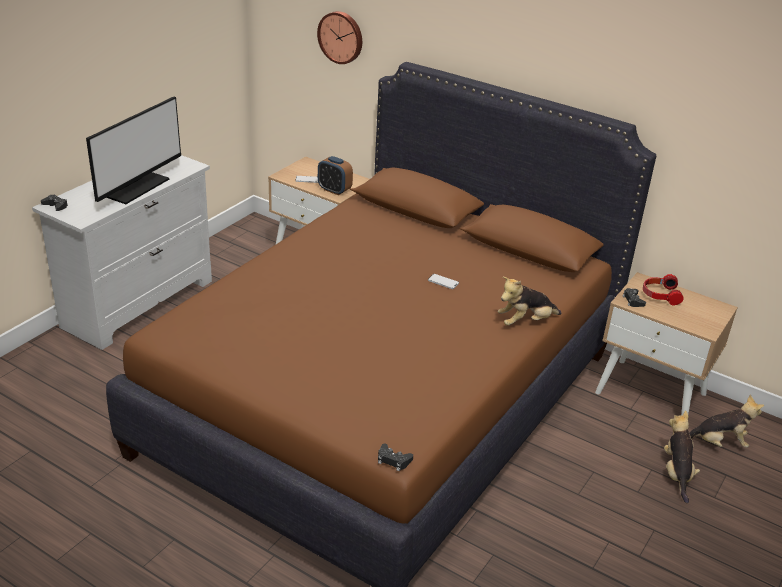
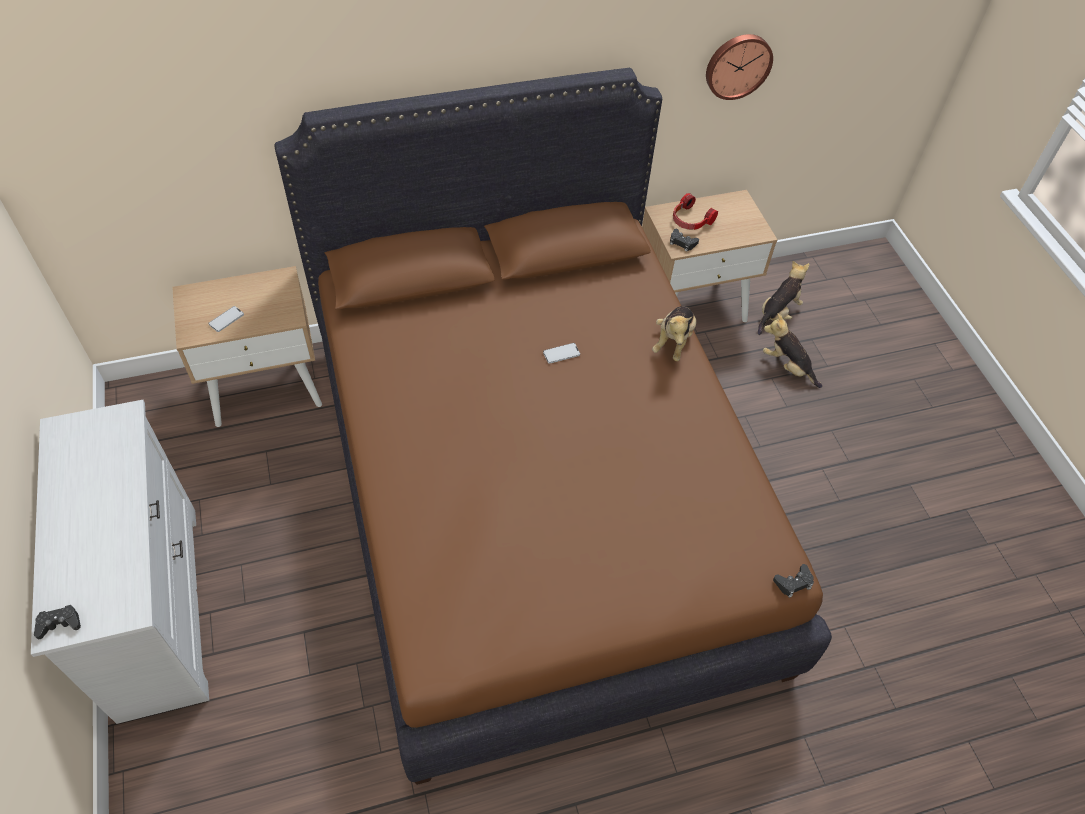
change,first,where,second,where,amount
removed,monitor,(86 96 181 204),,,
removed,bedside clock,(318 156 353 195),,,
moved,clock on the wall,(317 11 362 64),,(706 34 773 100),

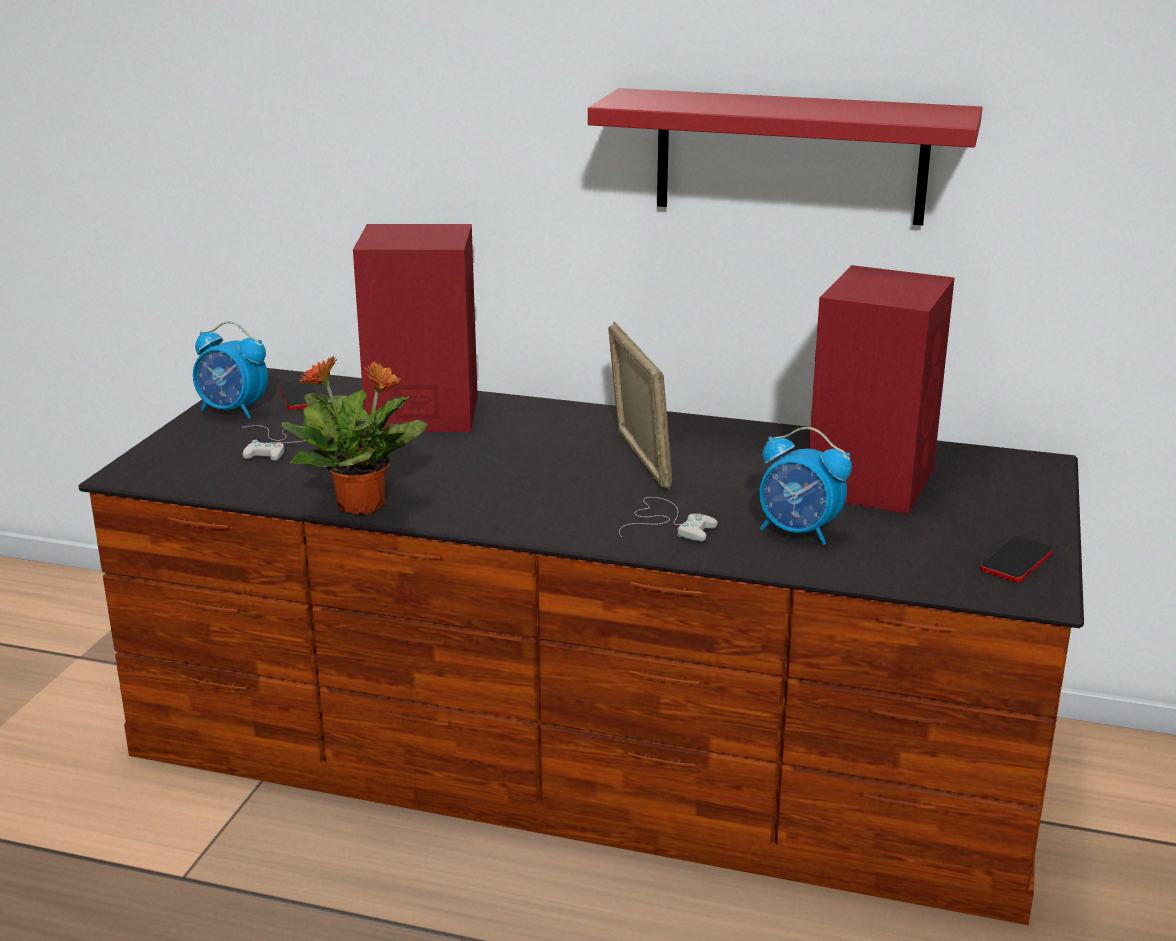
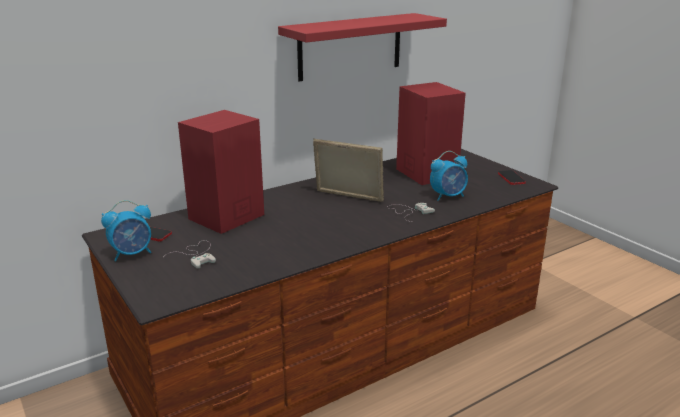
change,first,where,second,where,amount
removed,houseplant,(281 355 428 515),,,

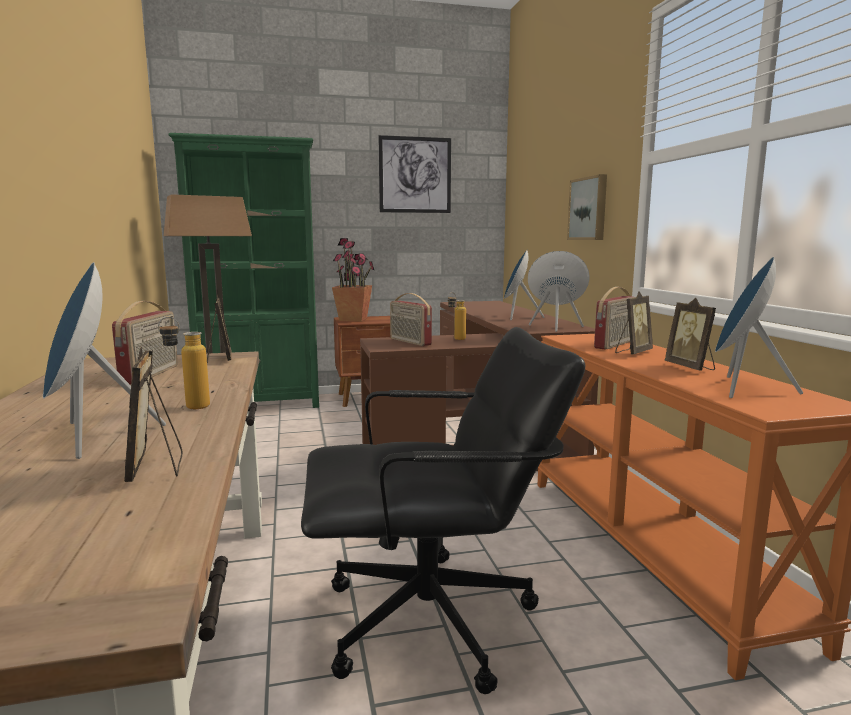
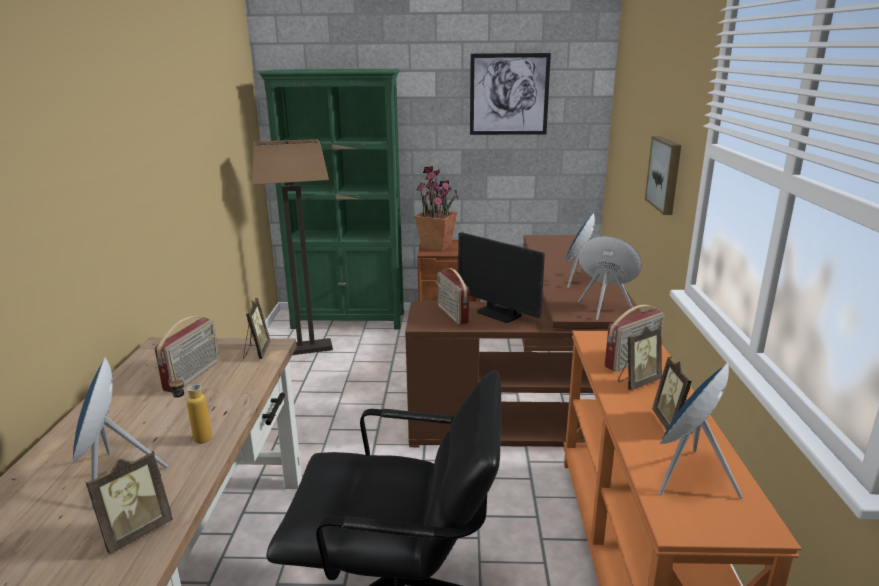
change,first,where,second,where,amount
replaced,beverage bottle,(448 292 466 340),monitor,(458 232 545 323),
turned,photo frame,(124 346 183 482),,(86 451 173 555),135 degrees counterclockwise

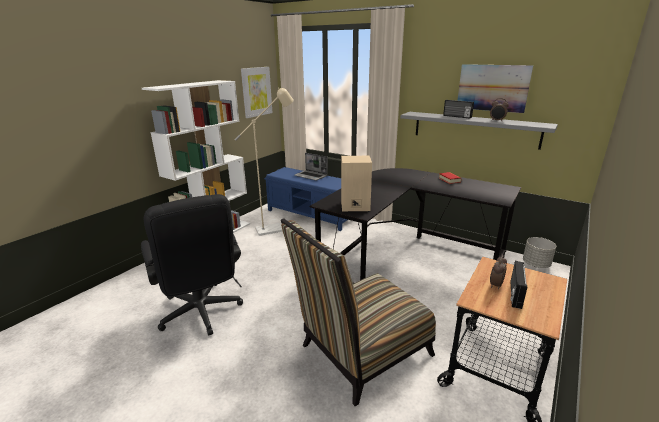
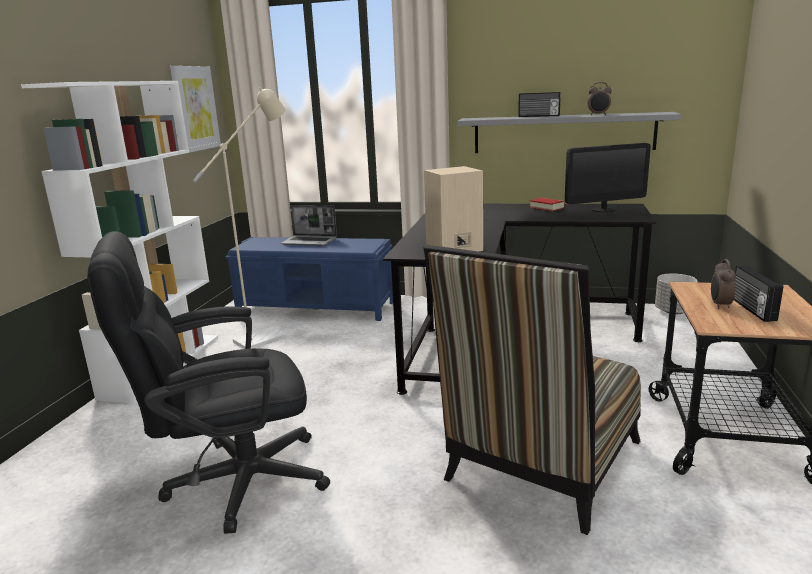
change,first,where,second,where,amount
removed,picture,(457 64 533 113),,,
added,,,monitor,(565 143 651 212),
turned,black office chair,(141 194 243 336),,(87 231 330 534),120 degrees clockwise

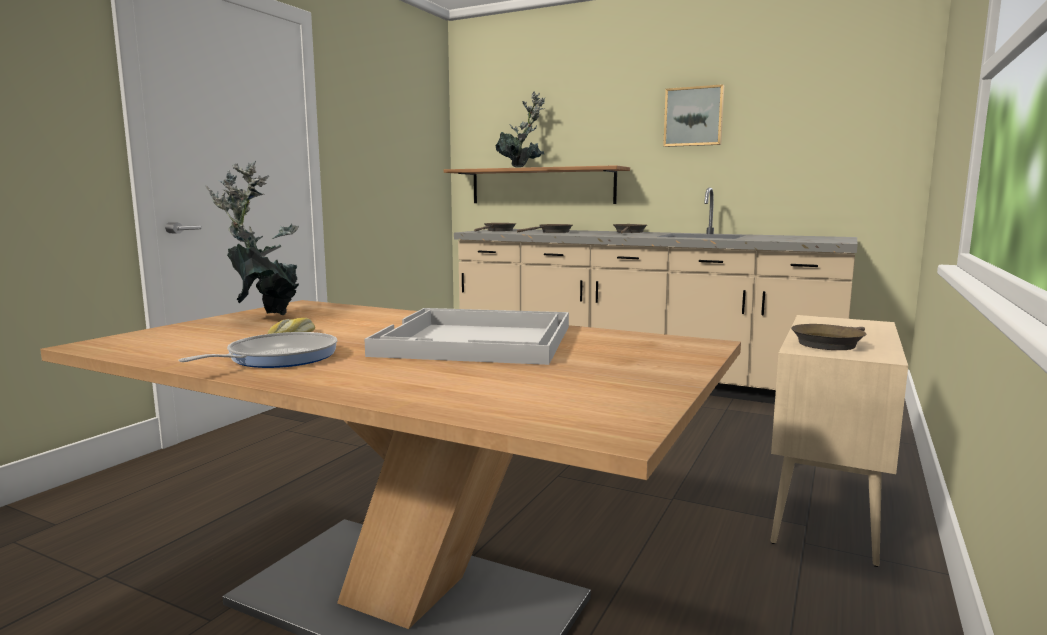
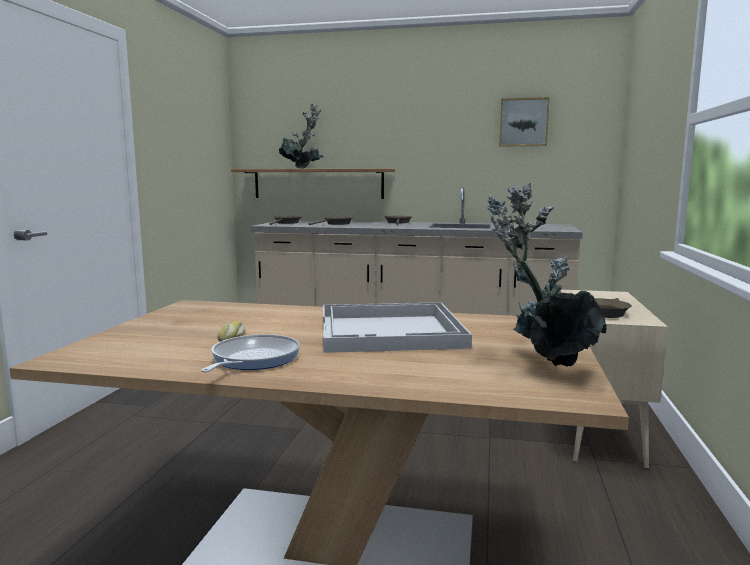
change,first,where,second,where,amount
moved,houseplant,(206 161 299 315),,(486 183 607 366),
moved,picture,(663 84 724 147),,(499 97 550 147),

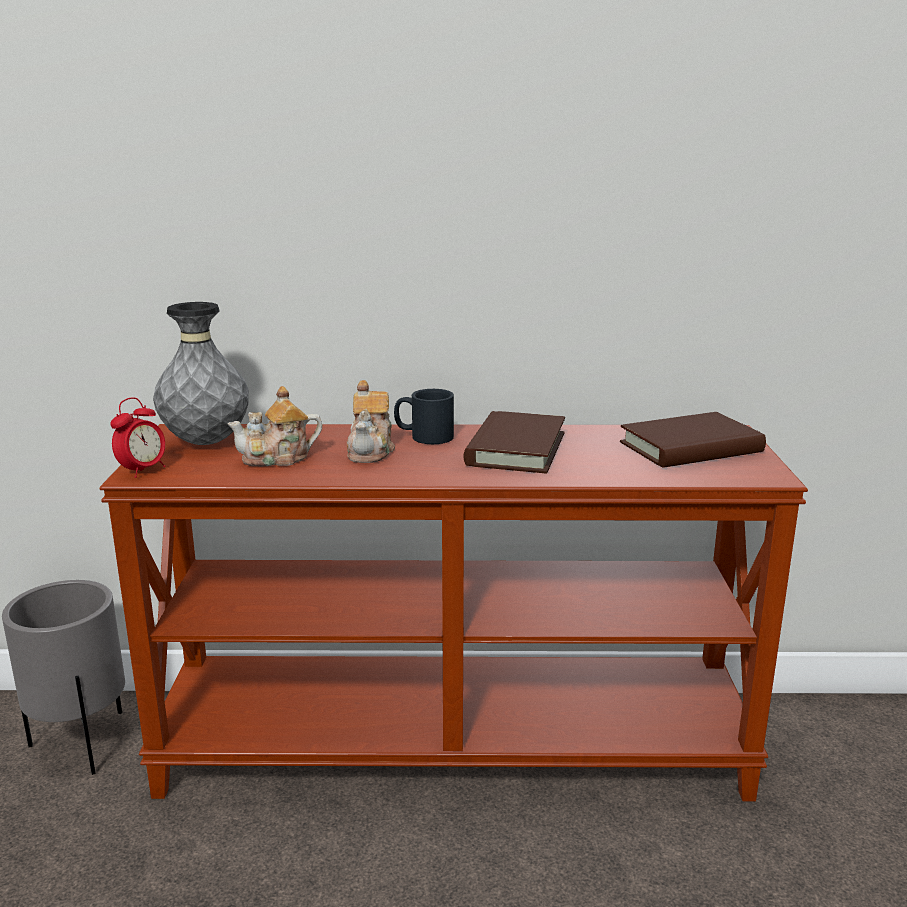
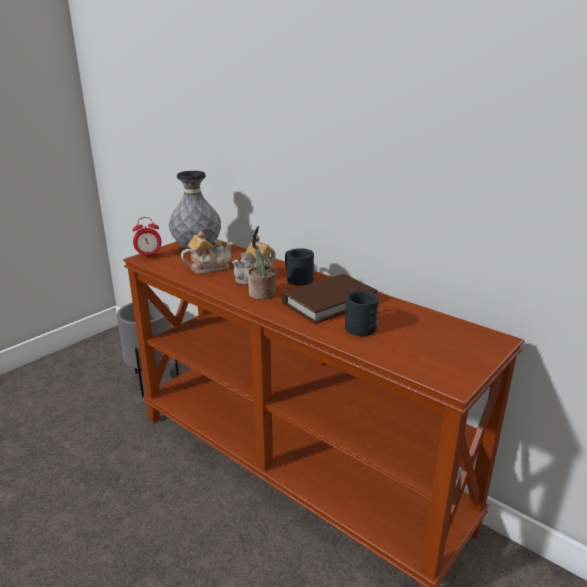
change,first,where,second,where,amount
removed,brownish book,(620 412 766 468),,,
added,,,houseplant,(248 226 276 300),
added,,,black tea mug,(345 291 379 336),
turned,teapot,(227 386 322 466),,(181 231 233 274),135 degrees clockwise

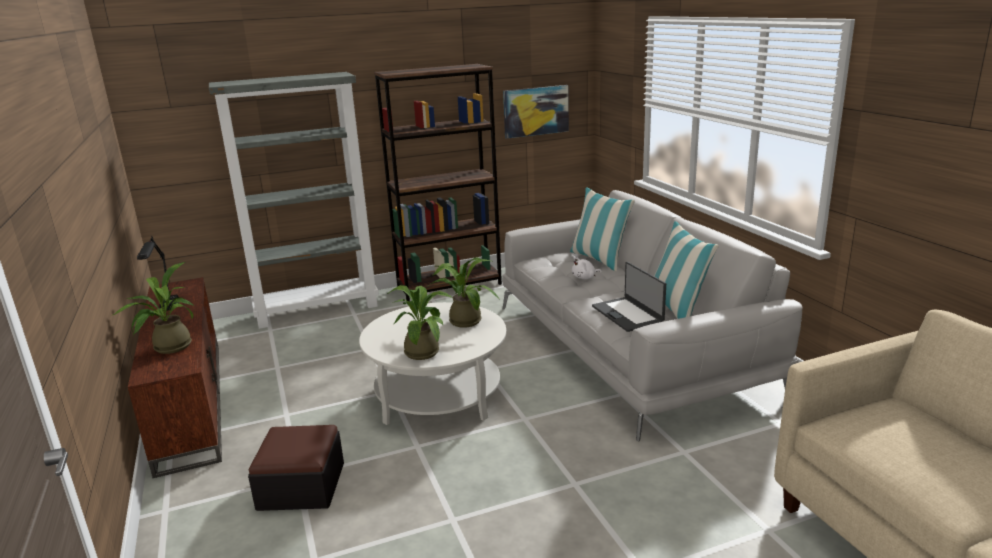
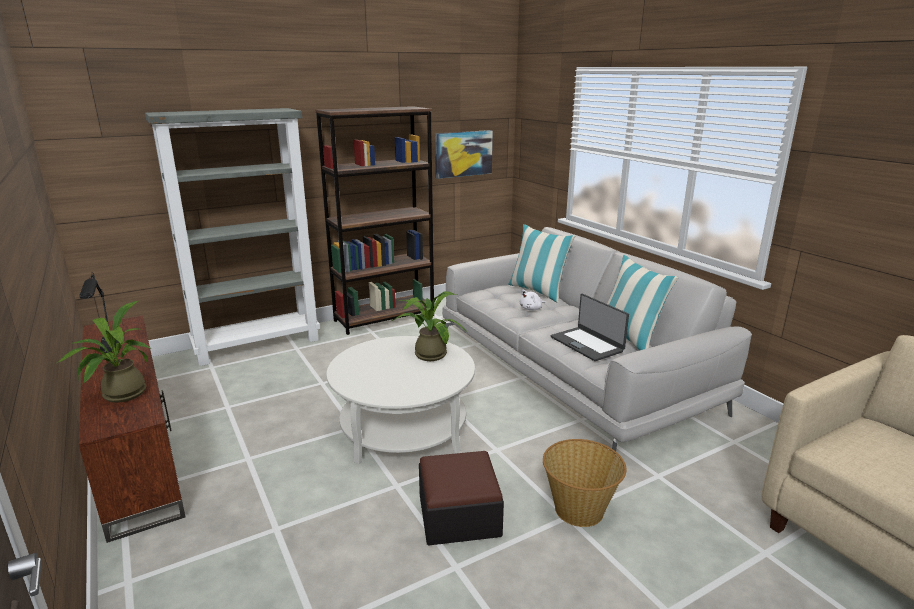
change,first,where,second,where,amount
removed,houseplant,(387 285 453 360),,,
added,,,household basket,(543 439 627 527),
moved,ottoman,(248 425 344 511),,(419 451 504 546),

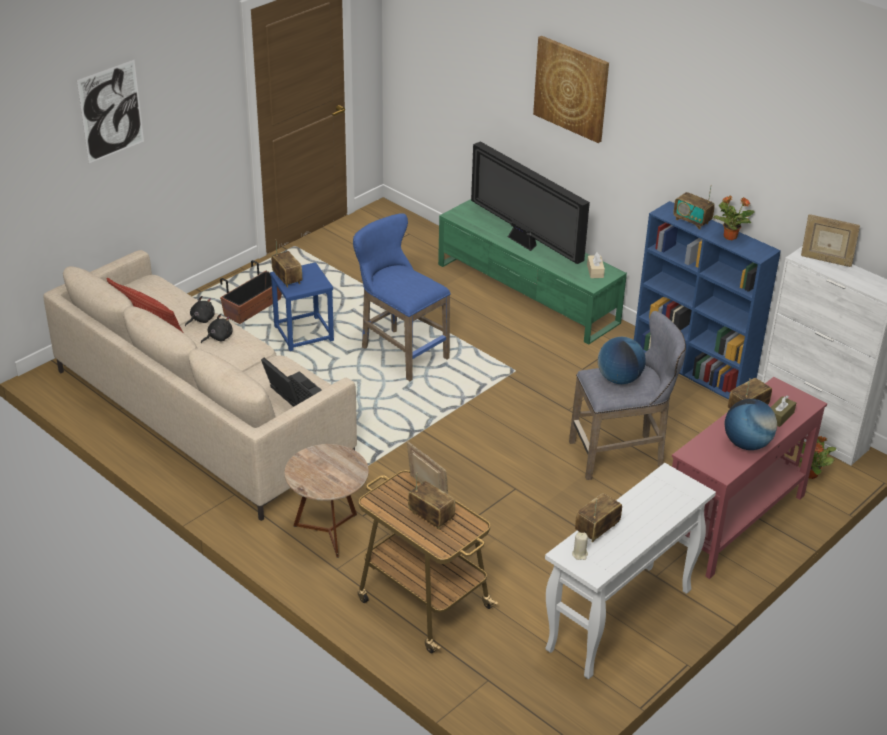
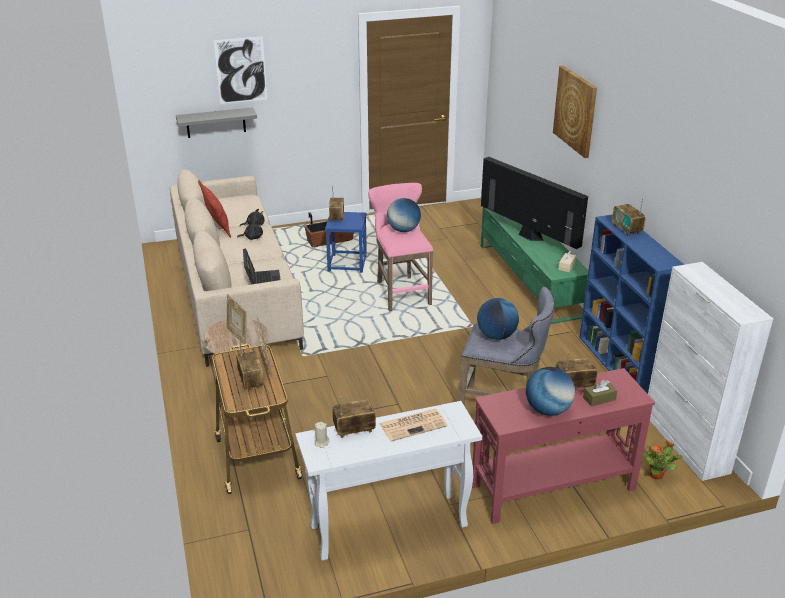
change,first,where,second,where,amount
removed,houseplant,(713 196 755 240),,,
added,,,grey shelf,(176 107 257 138),
added,,,daily paper,(379 409 447 442),
added,,,desk globe,(387 198 421 232),
moved,photo frame,(801 214 860 267),,(227 294 247 344),
recoloured,blue sitting stool,(353 213 451 381),pinkish sitting stool,(368 183 433 311),
turned,TV,(471 141 590 264),,(481 157 588 249),150 degrees clockwise

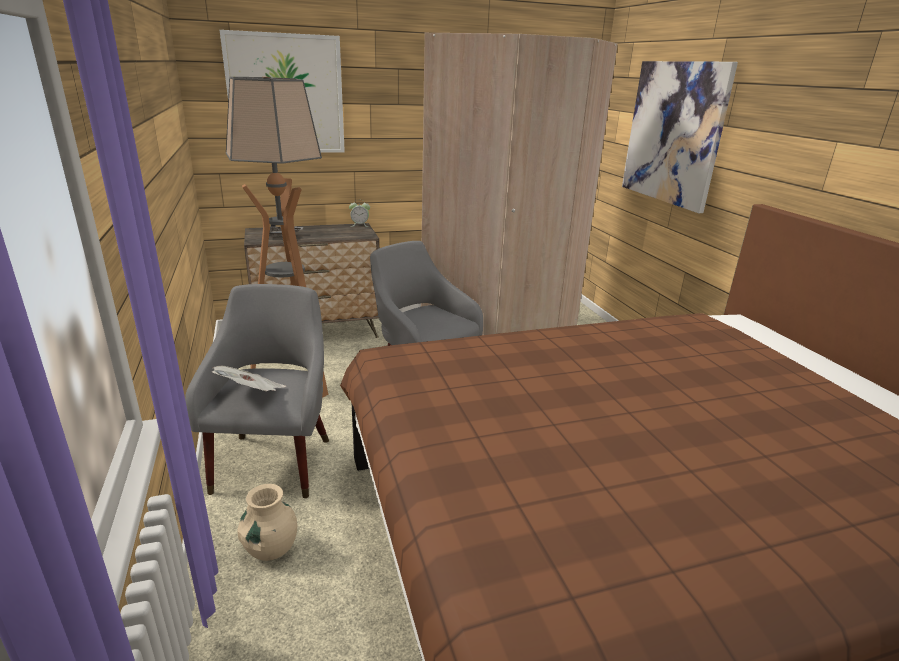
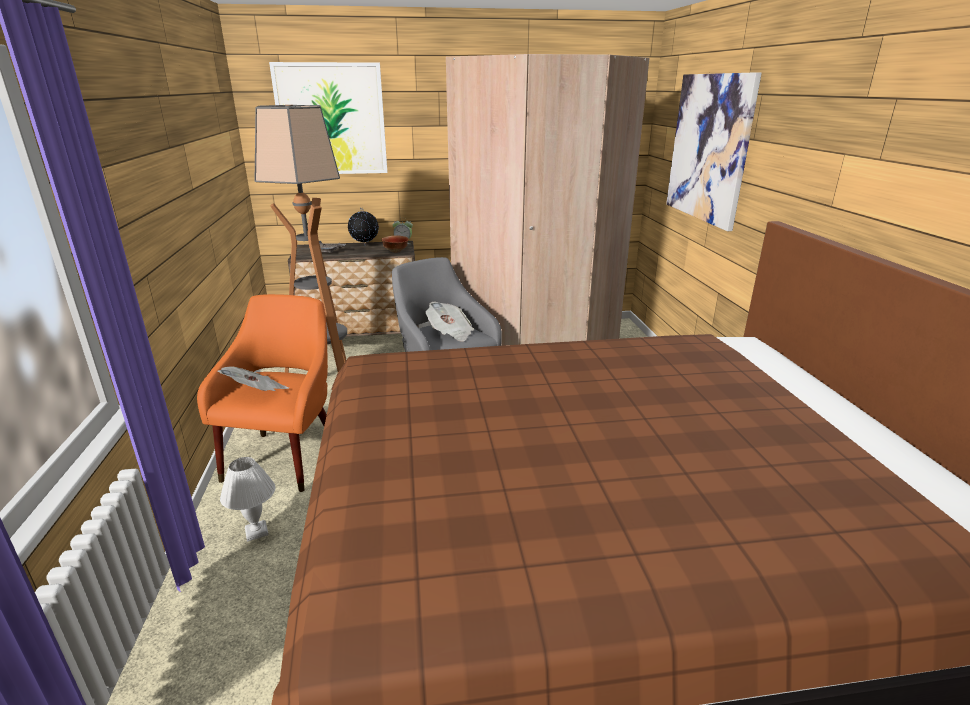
change,first,where,second,where,amount
added,,,desk globe,(348 208 379 245),
added,,,bowl,(381 235 409 253),
added,,,daily paper,(425 302 474 342),
replaced,beige-coloured flower vase,(237 484 297 561),whitish table lamp,(220 457 275 542),
recoloured,grey armchair,(185 284 329 498),orangey armchair,(197 294 328 492),

